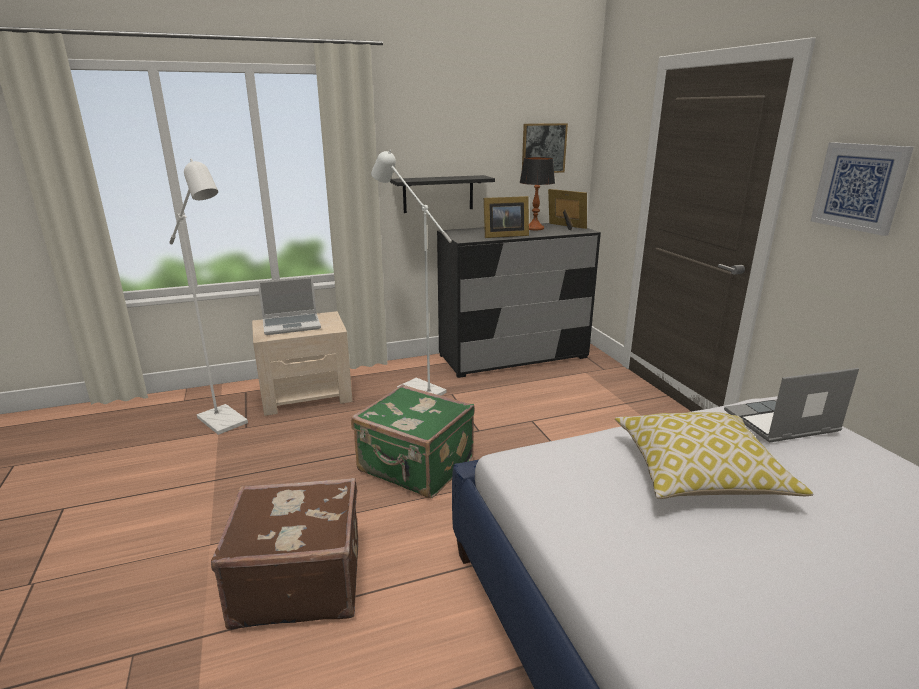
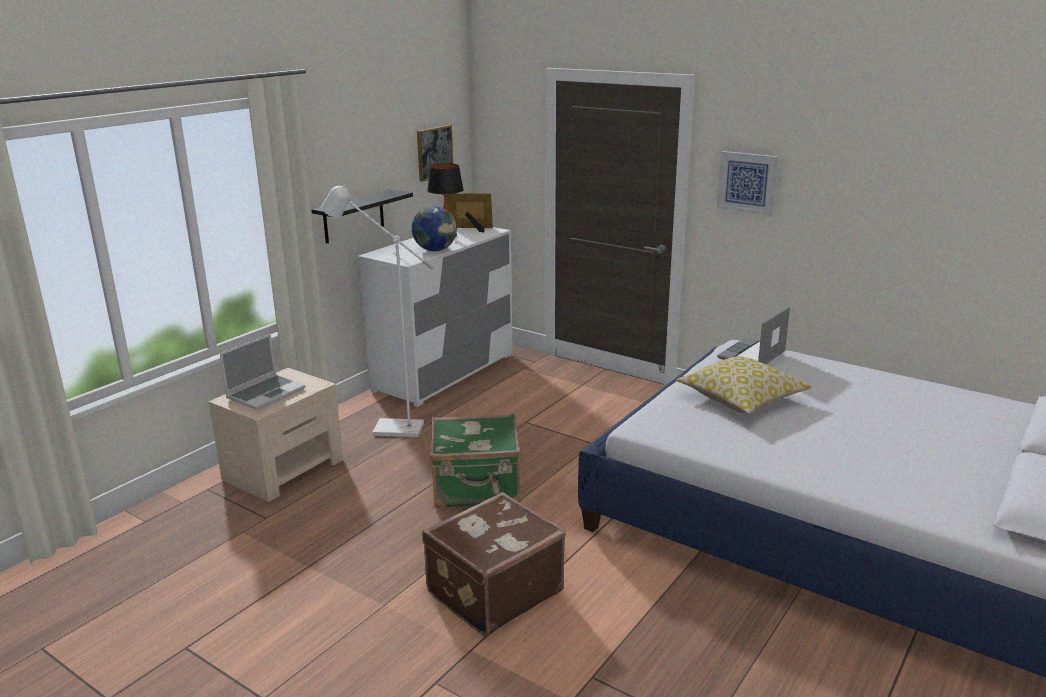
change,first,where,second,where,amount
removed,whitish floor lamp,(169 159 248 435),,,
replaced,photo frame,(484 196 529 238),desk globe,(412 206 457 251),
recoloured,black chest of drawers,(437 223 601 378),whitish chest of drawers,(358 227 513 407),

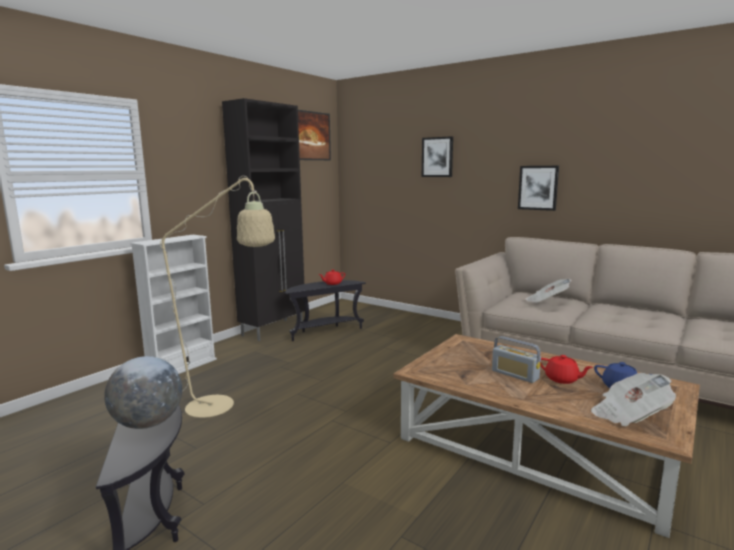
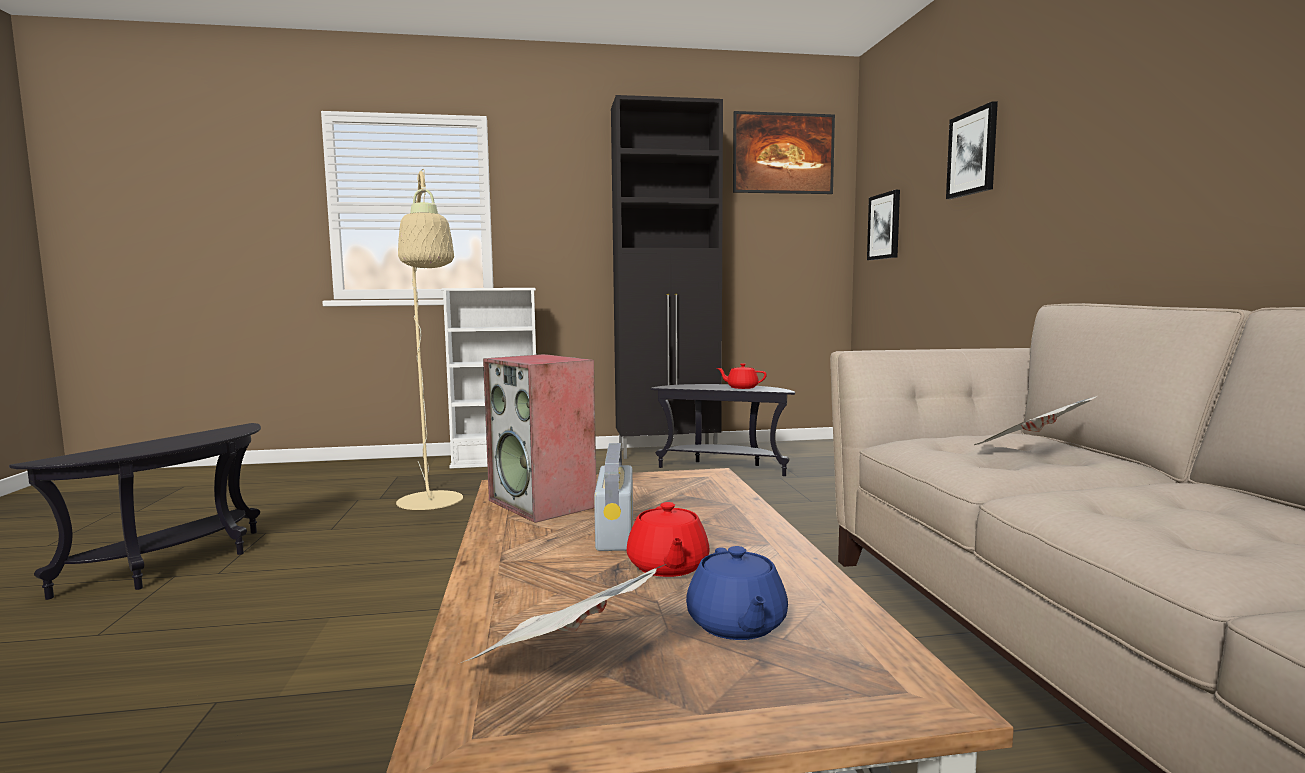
change,first,where,second,where,amount
removed,desk globe,(104 356 182 429),,,
added,,,loudspeaker,(483 354 596 523),
moved,picture,(518 166 559 211),,(867 190 900 260),

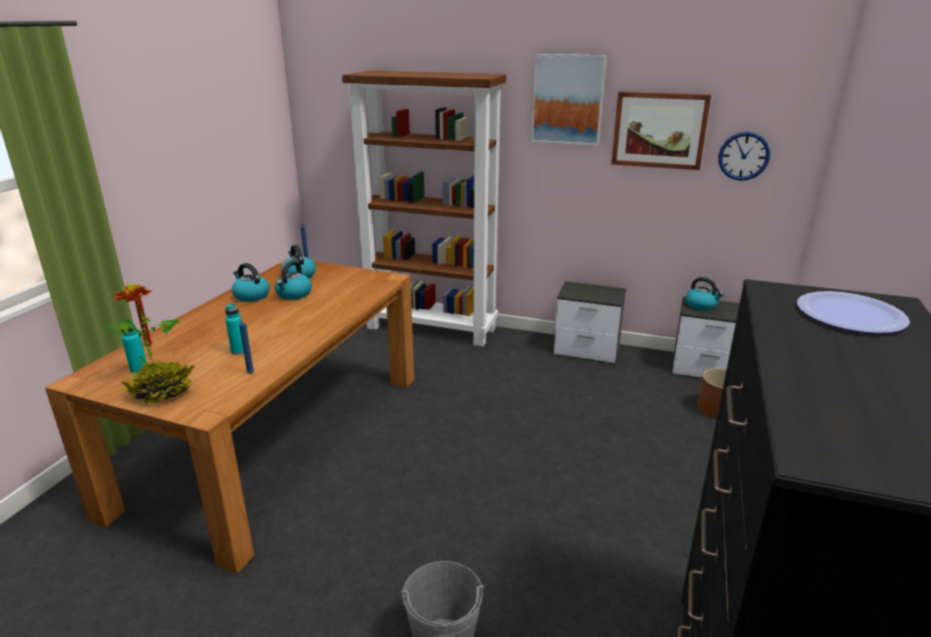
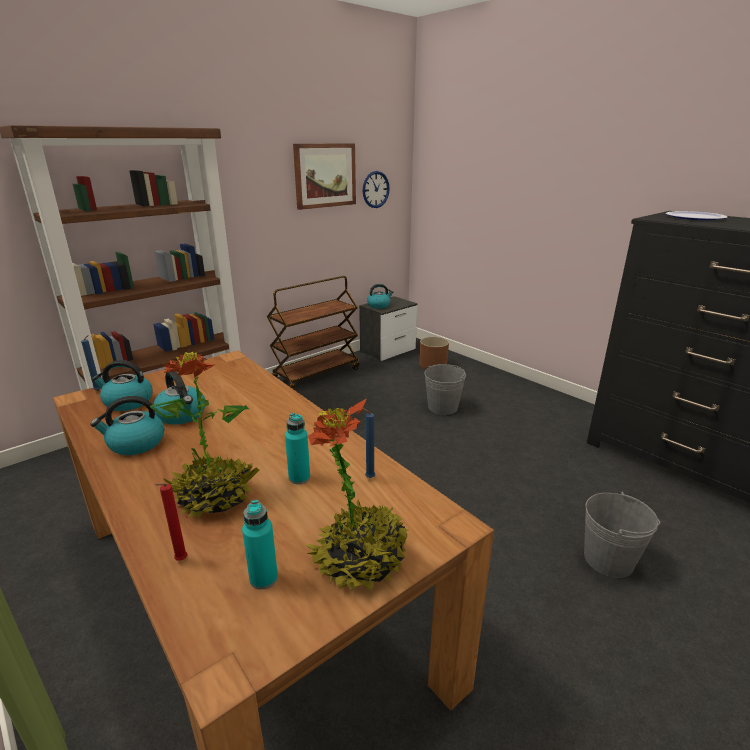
change,first,where,second,where,amount
removed,picture,(531 54 606 146),,,
added,,,houseplant,(150 352 259 519),
added,,,grey bucket,(424 364 466 415),
replaced,nightstand,(554 281 626 363),brownish wheeled cart,(267 276 359 390),

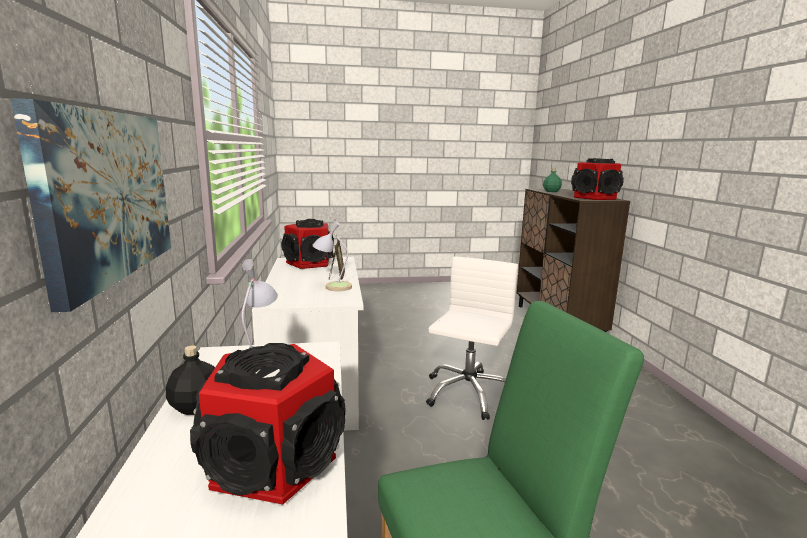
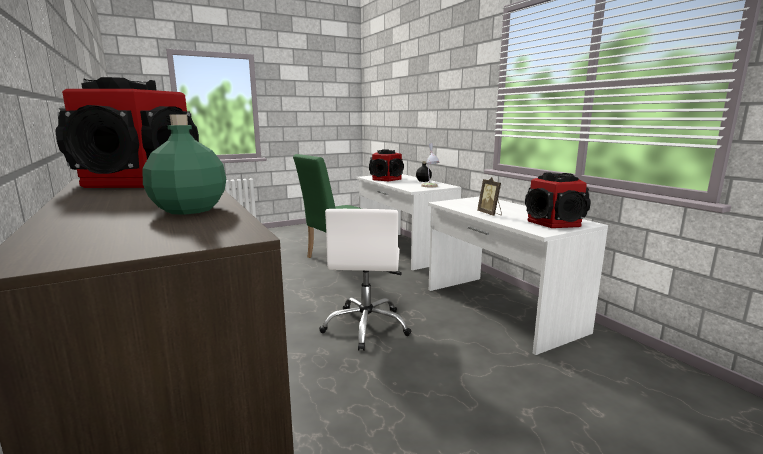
change,first,where,second,where,amount
removed,picture,(11 98 171 312),,,
removed,table lamp,(312 219 352 291),,,

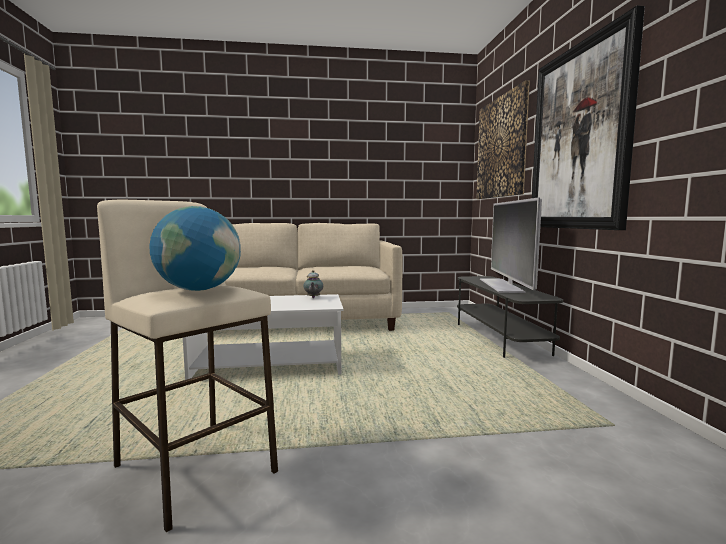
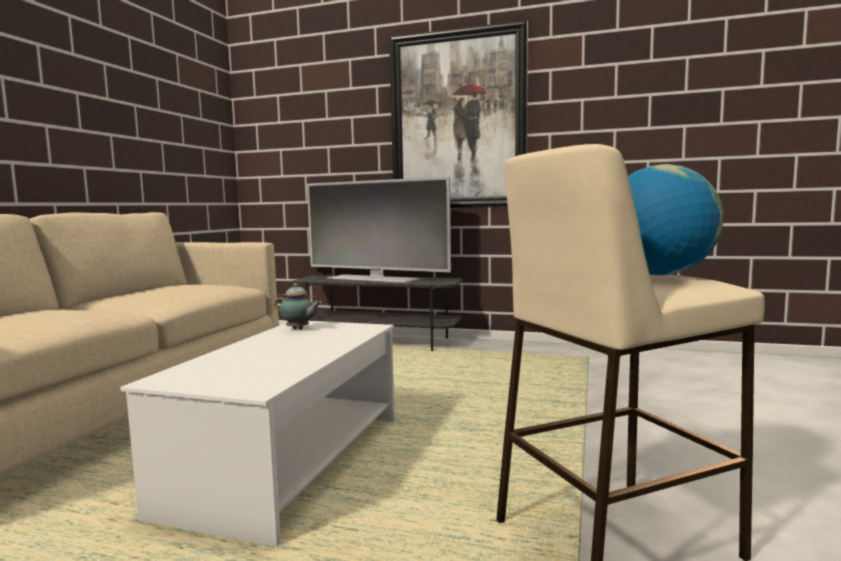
change,first,where,second,where,amount
removed,picture,(476 80 530 199),,,

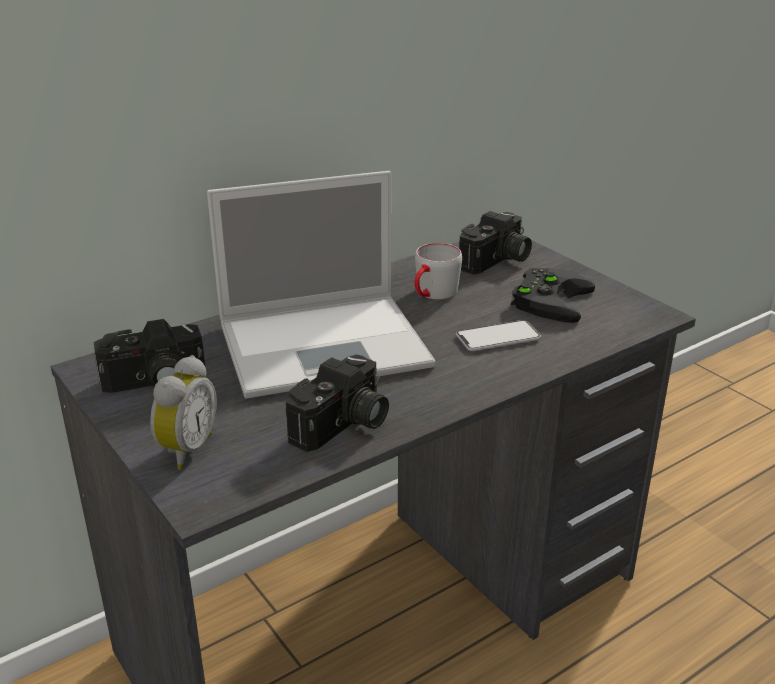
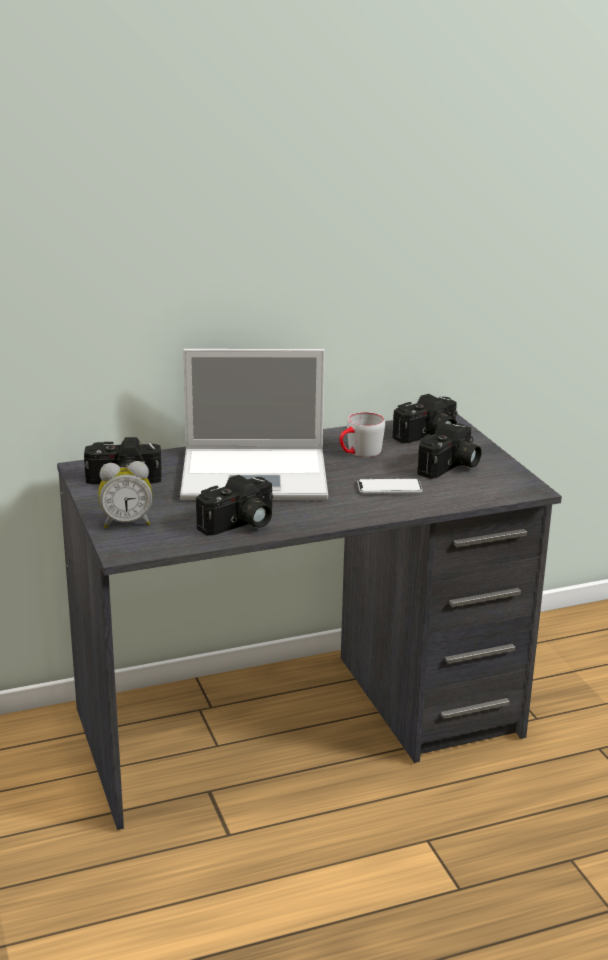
change,first,where,second,where,amount
replaced,black gamepad,(511 268 595 323),still camera,(417 423 482 479),
turned,bedside clock,(150 355 217 470),,(98 461 153 528),45 degrees clockwise

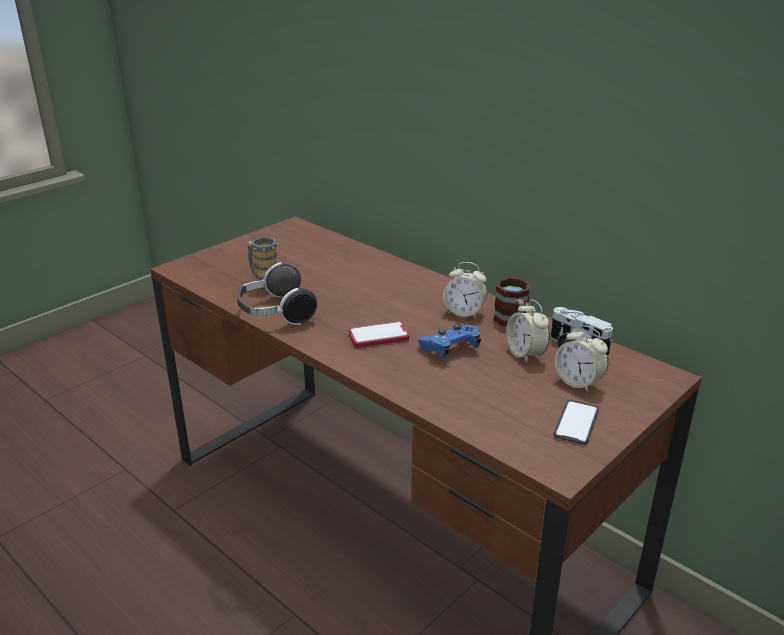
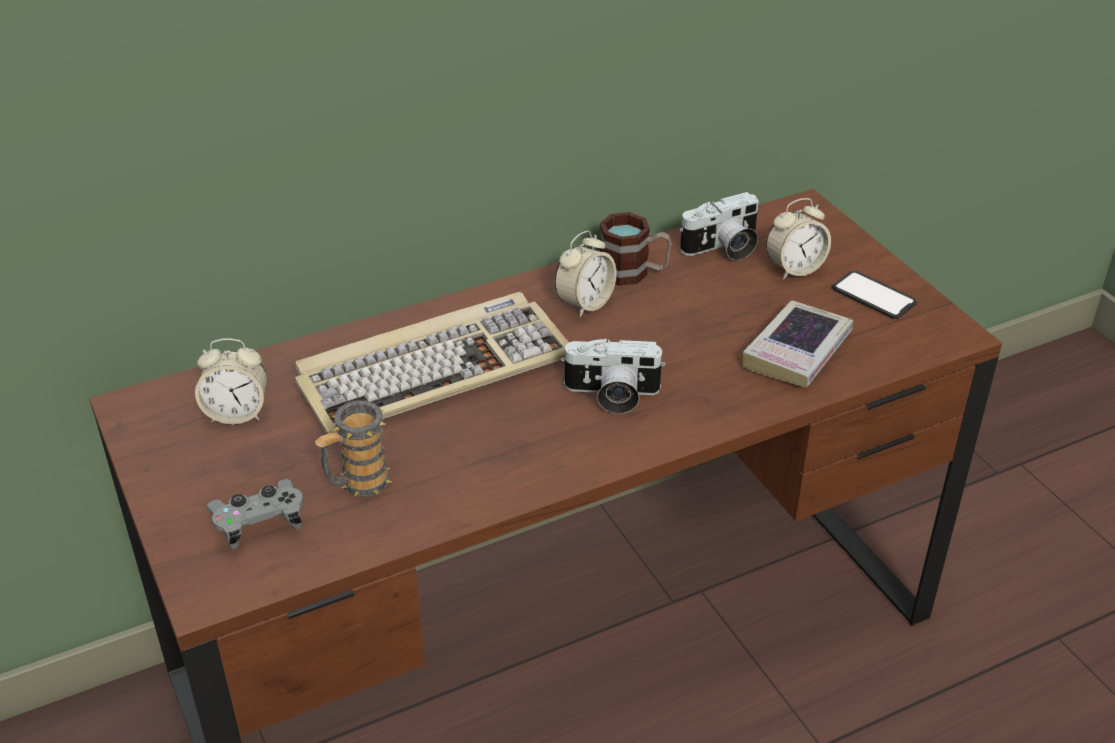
change,first,where,second,where,amount
removed,headset,(237 262 317 325),,,
removed,blue gamepad,(418 324 481 359),,,
added,,,grey gamepad,(206 479 303 549),
added,,,computer keyboard,(295 292 569 434),
added,,,book,(743 300 853 387),
moved,bedside clock,(506 299 550 363),,(195 338 267 425),
replaced,handset,(349 322 409 348),still camera,(561 339 665 414),

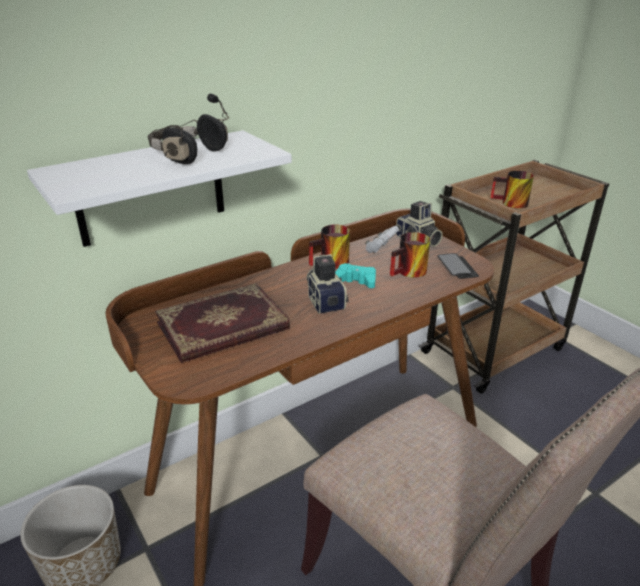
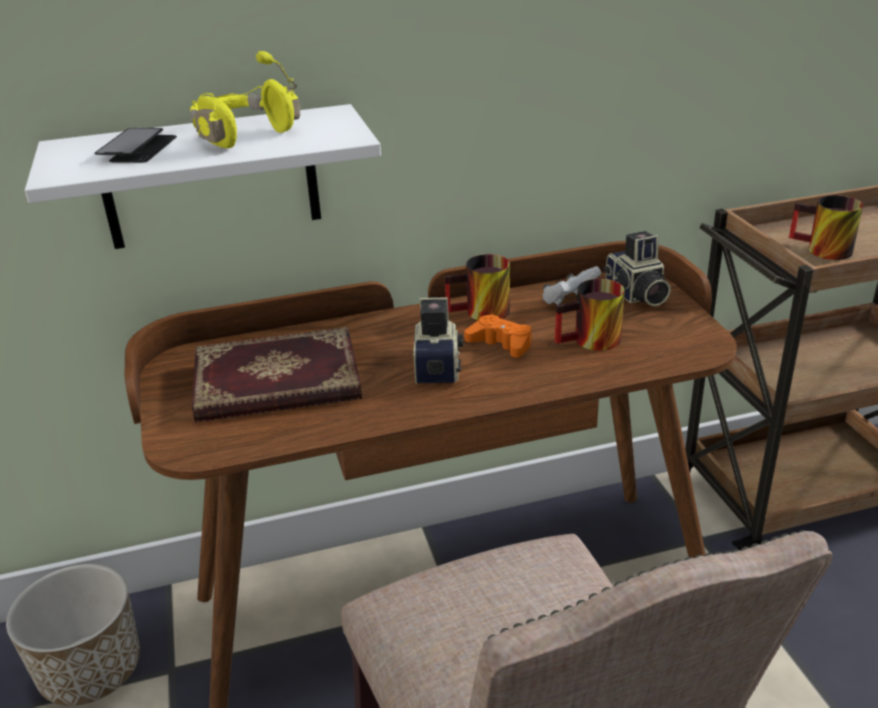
change,first,where,second,where,amount
moved,handset,(437 253 479 279),,(94 128 177 163),
recoloured,black headset,(147 94 229 164),yellow headset,(190 51 300 148),
recoloured,turquoise gamepad,(335 263 376 288),orangey gamepad,(464 314 531 358),

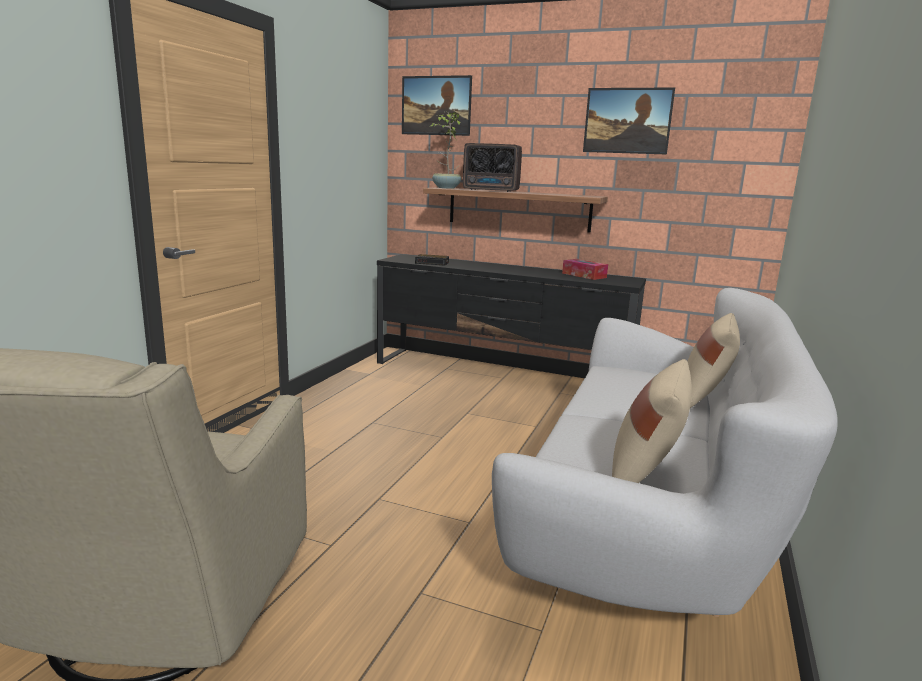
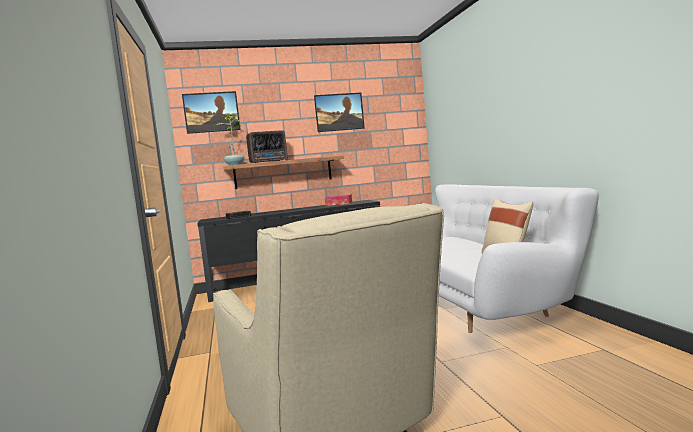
change,first,where,second,where,amount
removed,beige-coloured cushion,(687 313 740 408),,,

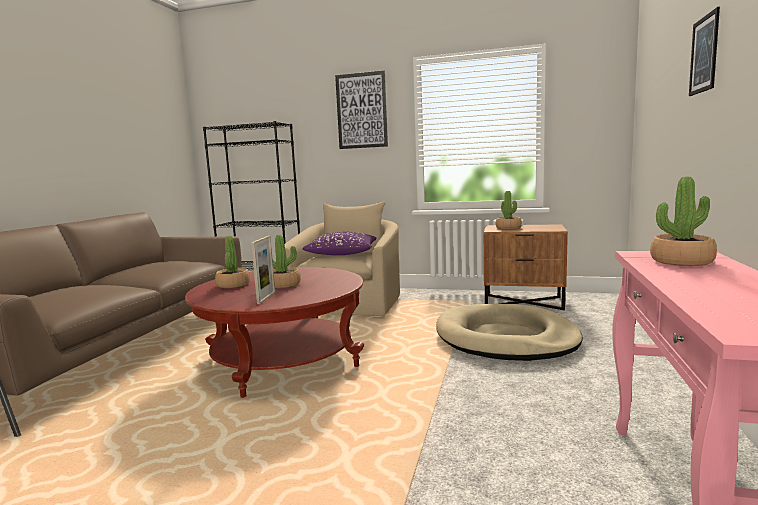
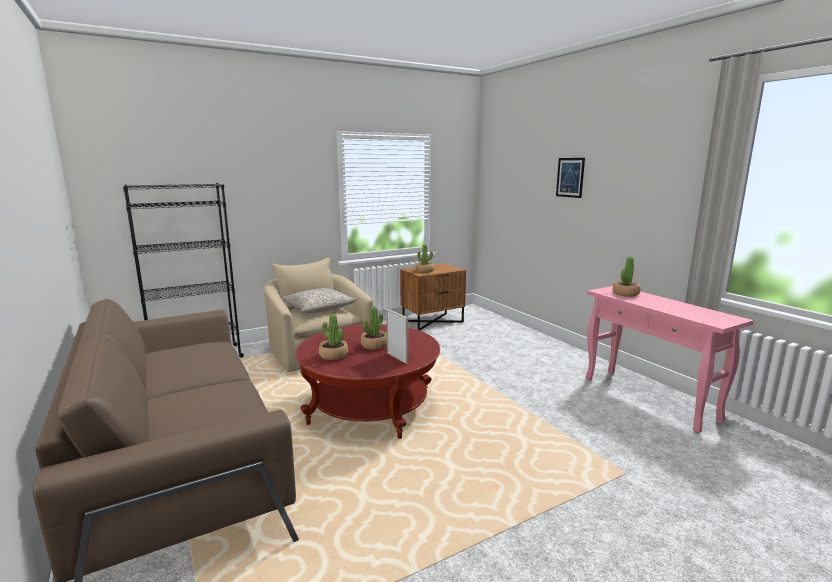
change,first,where,second,where,amount
removed,picture,(335 71 388 149),,,
removed,beige-coloured pet bed,(436 304 583 361),,,
recoloured,purple cushion,(302 232 376 255),grey cushion,(281 288 357 313),

